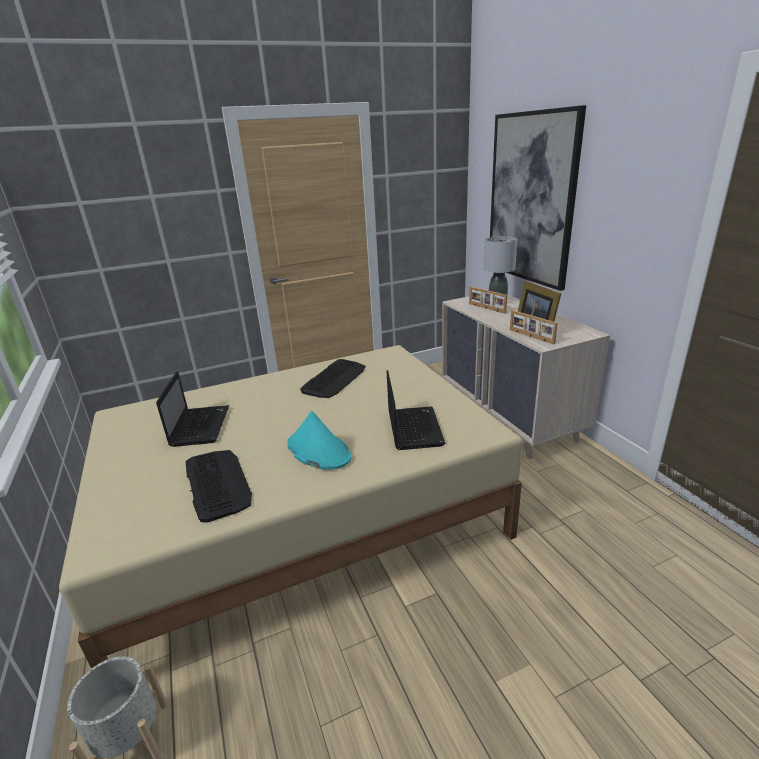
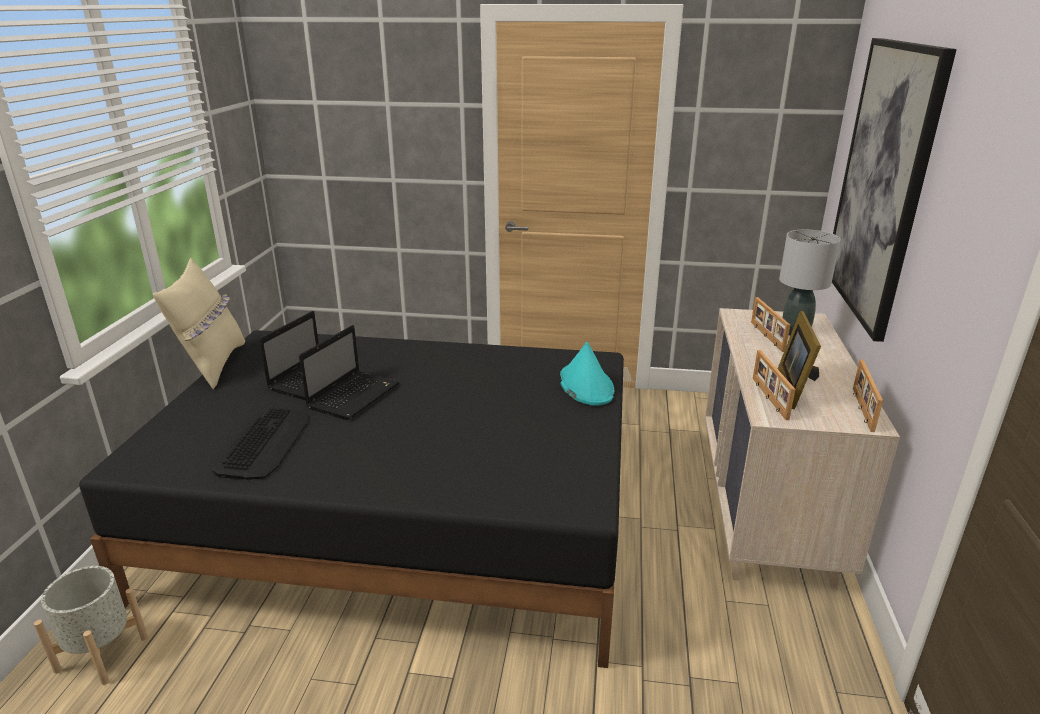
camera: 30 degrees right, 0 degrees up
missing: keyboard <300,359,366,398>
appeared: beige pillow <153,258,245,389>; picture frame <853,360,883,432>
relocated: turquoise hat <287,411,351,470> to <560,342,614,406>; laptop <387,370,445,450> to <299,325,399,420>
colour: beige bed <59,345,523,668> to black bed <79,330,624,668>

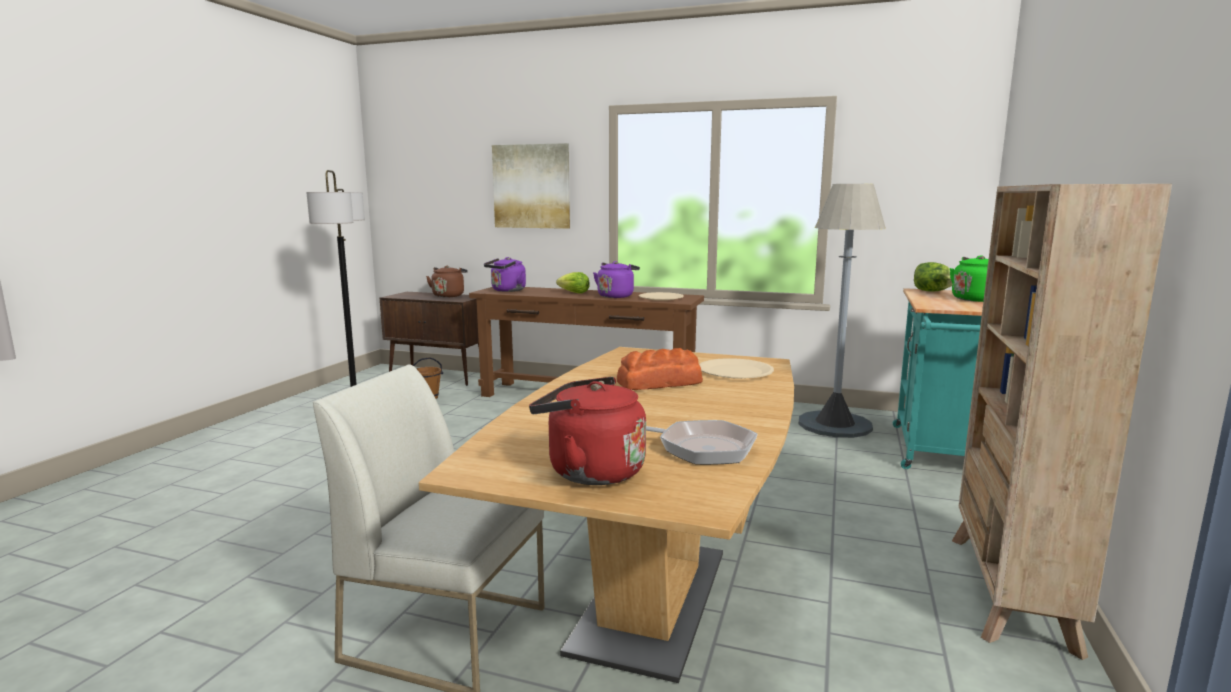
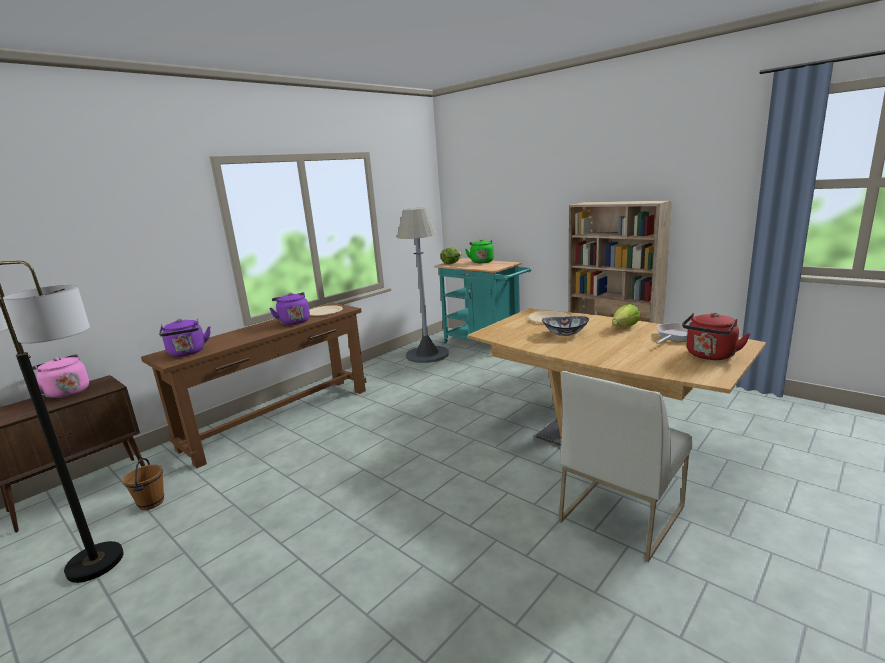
camera: 65 degrees left, 5 degrees up
missing: picture <492,143,570,229>
relocated: lettuce <556,272,590,293> to <612,304,640,327>
exchanged: bread <617,348,703,390> to bowl <542,316,589,336>
colour: brown kettle <426,266,468,297> to pink kettle <32,354,89,399>

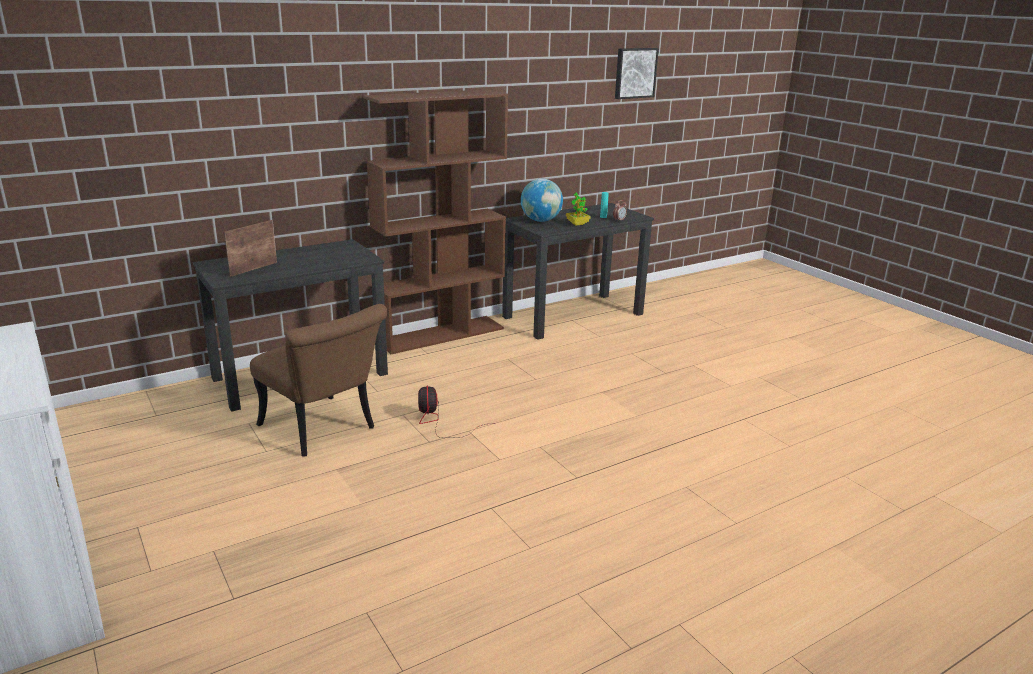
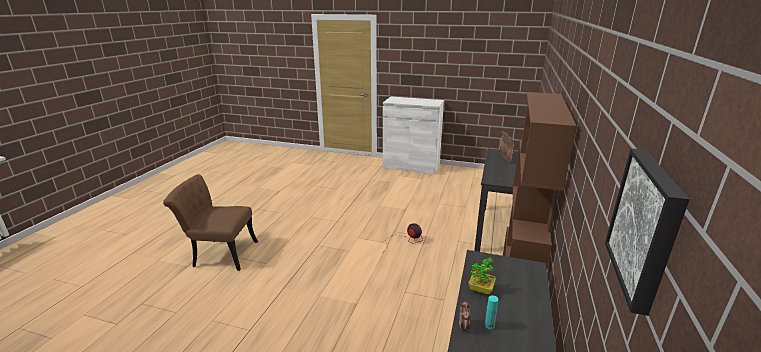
camera: 140 degrees right, 0 degrees up
missing: globe <521,179,563,222>
relocated: brown chair <250,304,387,456> to <163,174,258,271>

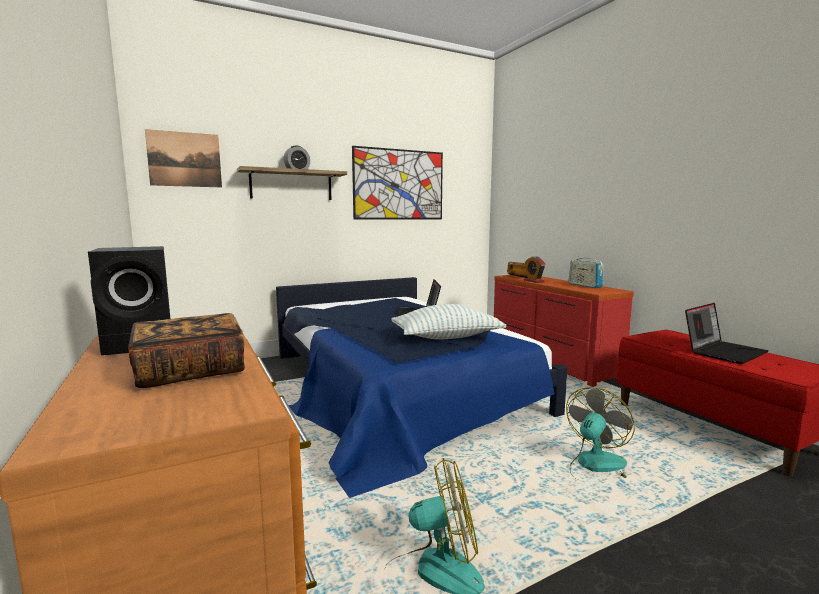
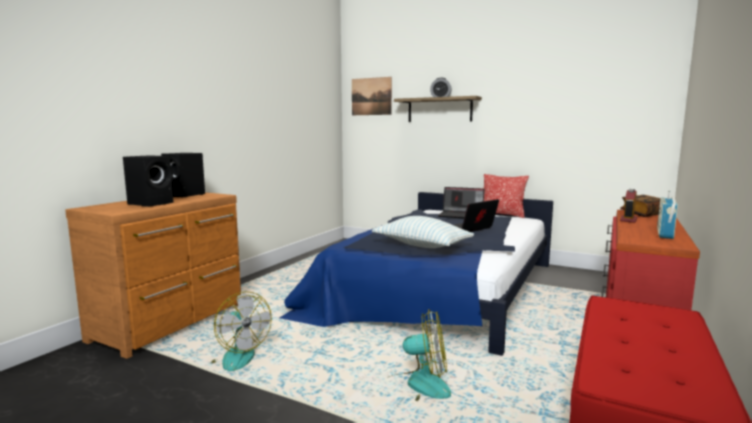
camera: 55 degrees right, 0 degrees up
missing: picture <352,146,443,220>
appeared: pillow <484,174,529,218>
relocated: laptop <685,303,768,364> to <438,187,484,218>
exchanged: book <128,313,245,388> to black speaker <123,155,174,207>

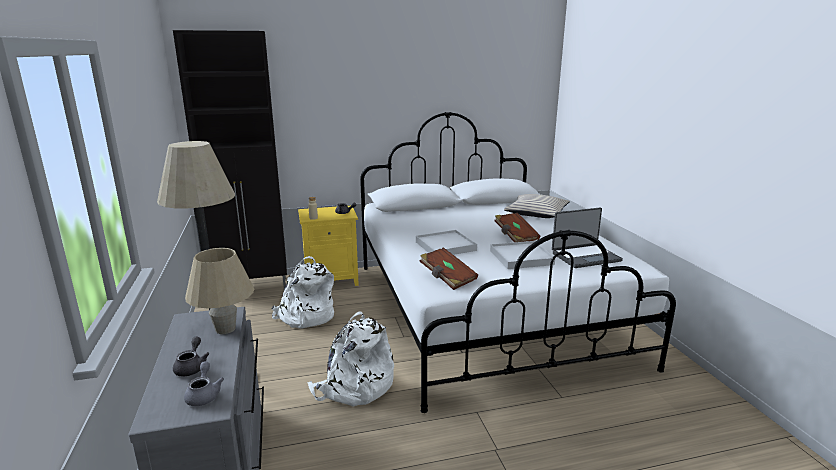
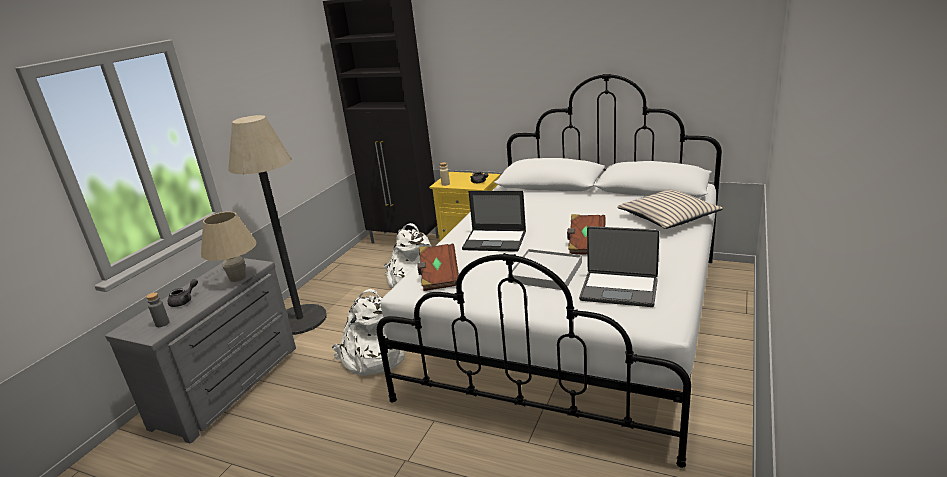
camera: 40 degrees right, 5 degrees up
exchanged: grey teapot <184,361,224,406> to grey bottle <146,292,169,327>; white tray <416,230,477,255> to laptop <462,191,526,252>

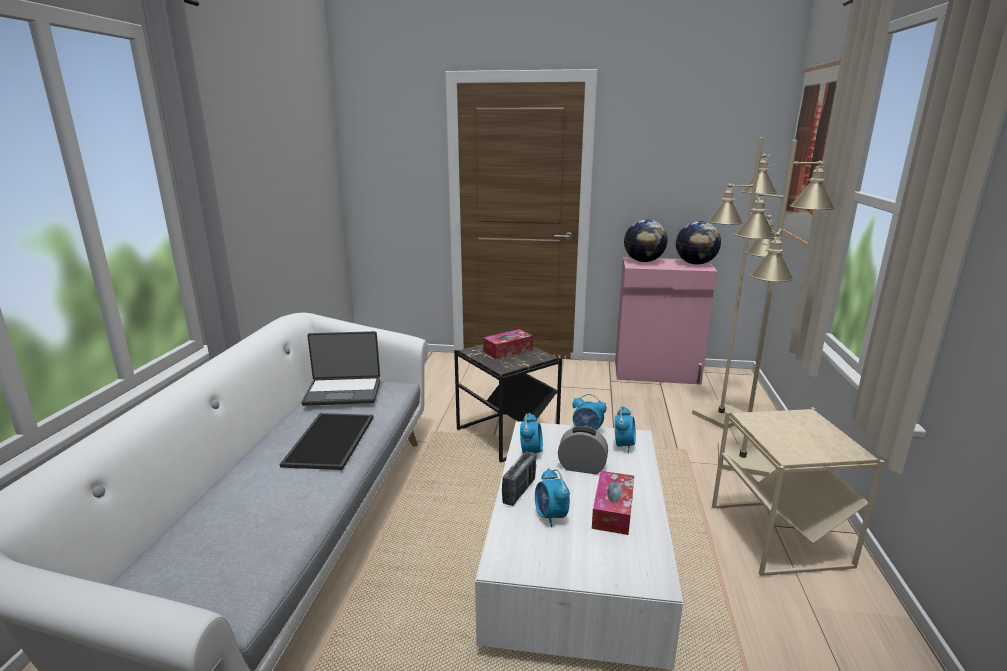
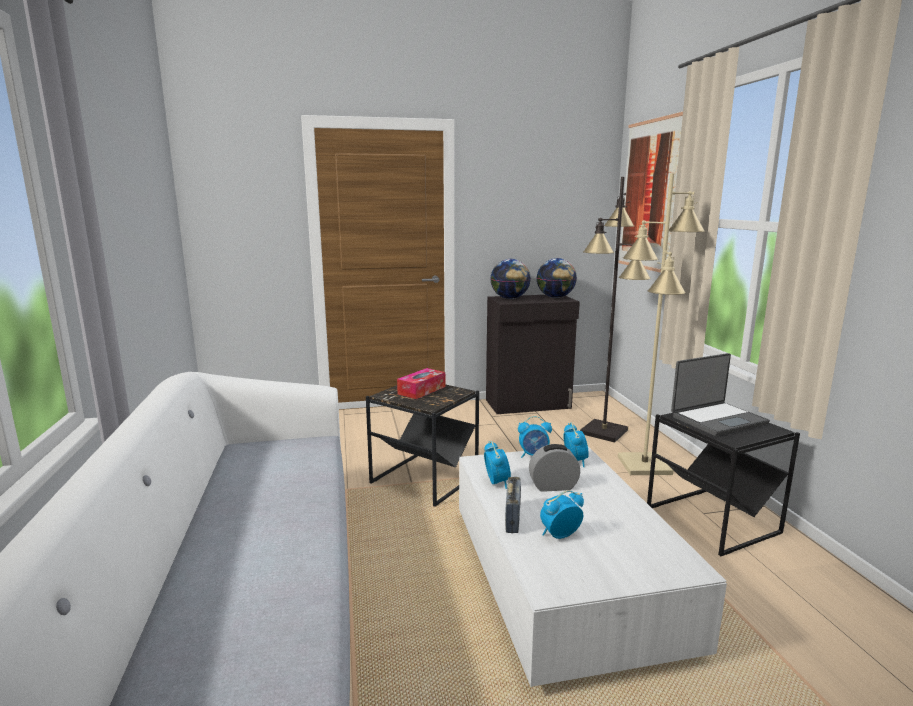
camera: 20 degrees left, 5 degrees down
missing: tray <280,413,374,470>; tissue box <592,471,634,535>
relocated: laptop <301,331,380,406> to <671,353,770,436>
colour: pink cabinet <615,257,718,385> to black cabinet <486,295,580,414>; beige floor lamp <692,137,783,428> to black floor lamp <580,177,651,442>; beige side table <712,407,885,576> to black side table <647,413,800,556>
spun: alarm clock <535,468,570,527> = <540,490,584,539> 105 degrees clockwise

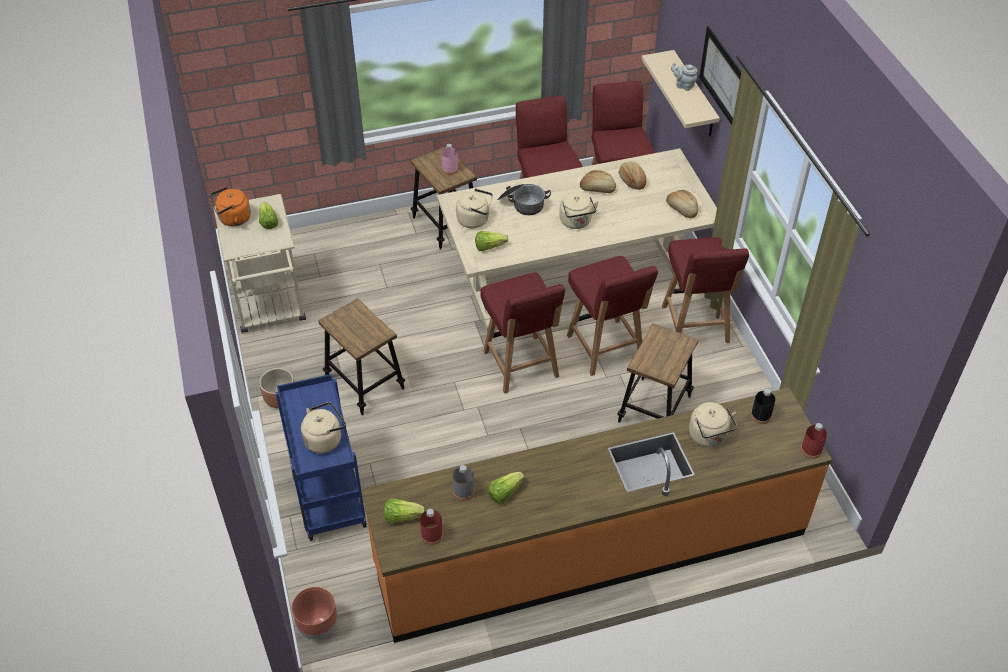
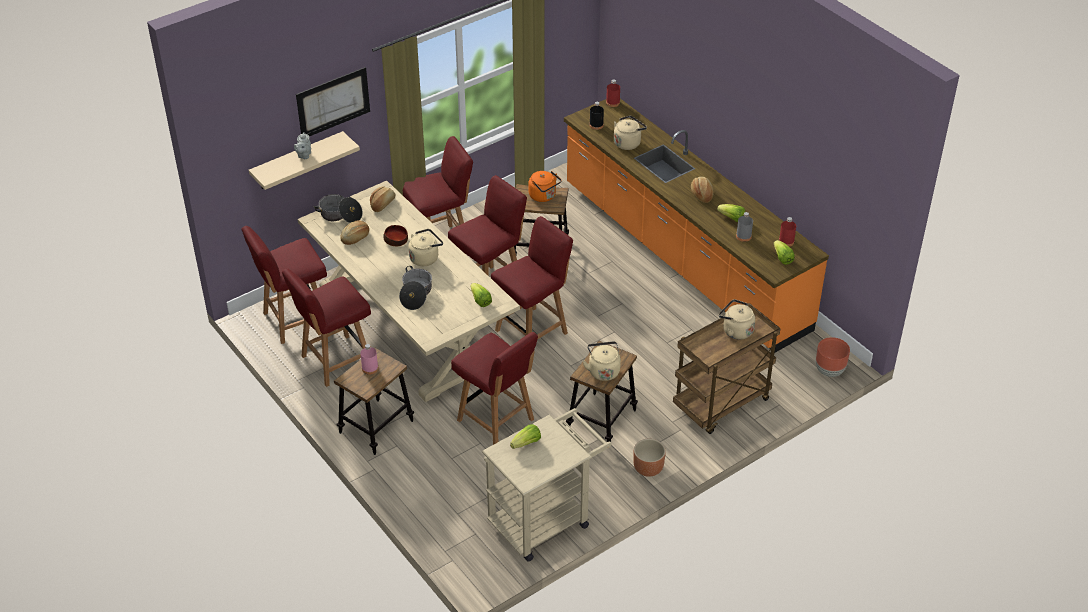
camera: 110 degrees left, 5 degrees down
appeared: cooking pot <314,194,363,223>; bowl <383,225,408,246>; red chair <451,332,538,445>
relocated: orange kettle <210,187,251,226> to <528,171,562,202>; beige kettle <456,189,493,228> to <583,341,621,381>; bread <580,170,616,193> to <691,177,713,203>
colour: blue cart <276,374,367,541> to brown cart <673,303,781,434>

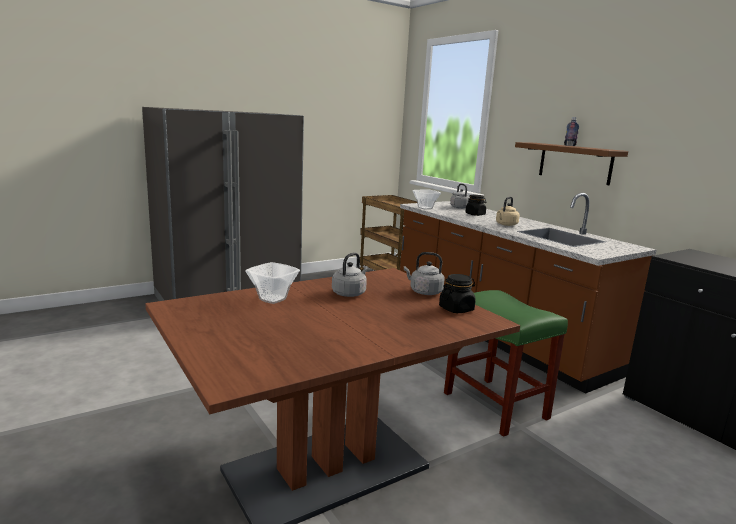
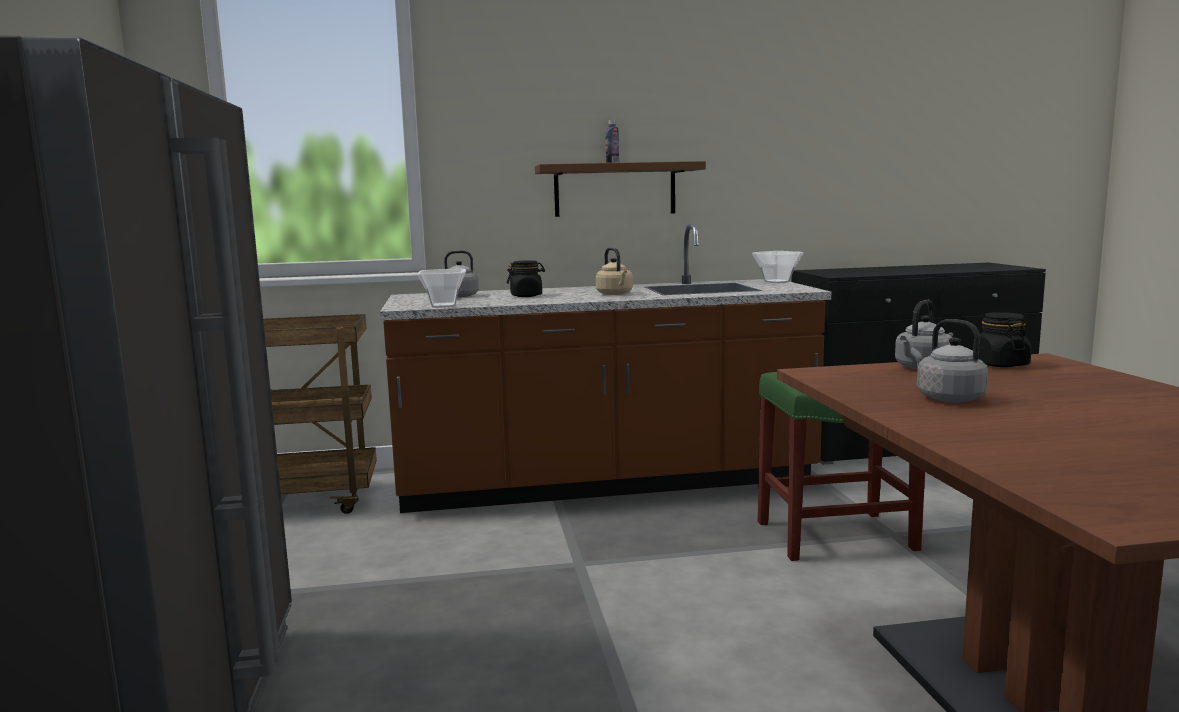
camera: 65 degrees left, 5 degrees down
relocated: bowl <245,262,300,304> to <752,251,804,283>

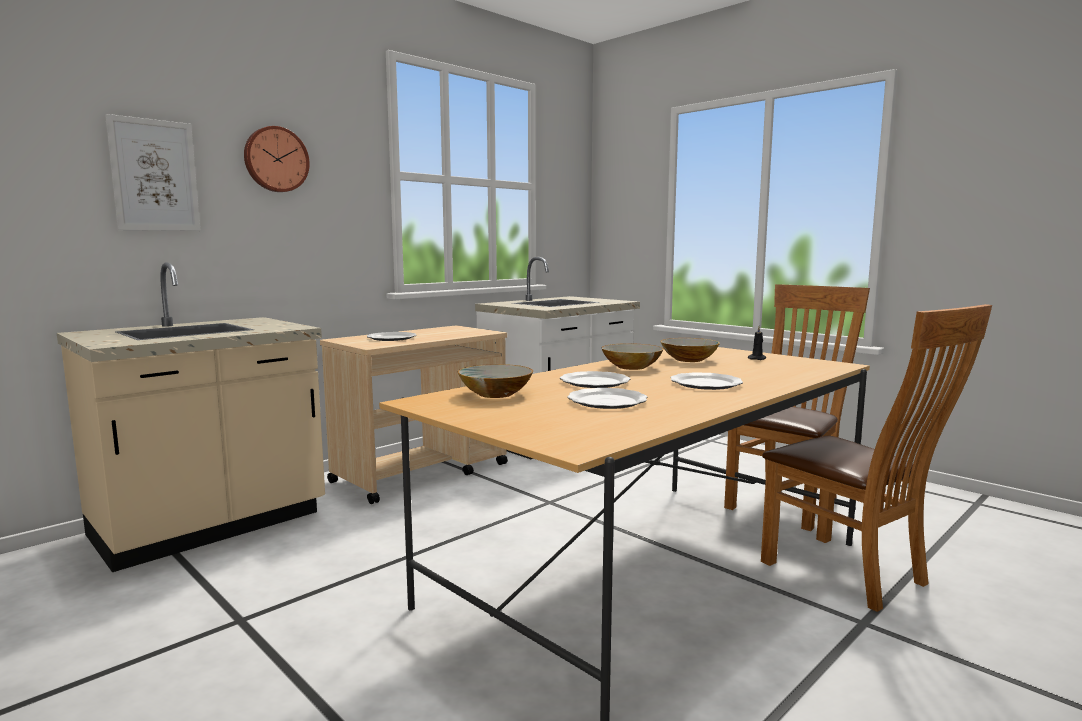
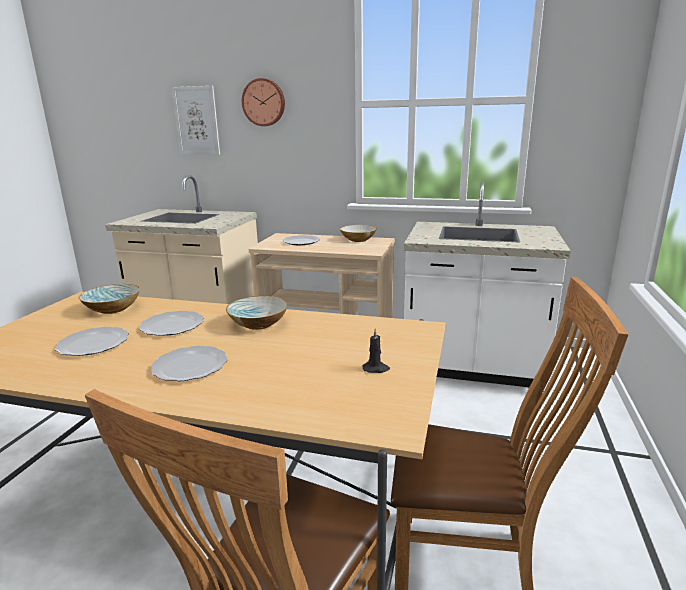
camera: 60 degrees right, 10 degrees up
relocated: bowl <660,338,720,362> to <340,225,377,242>

